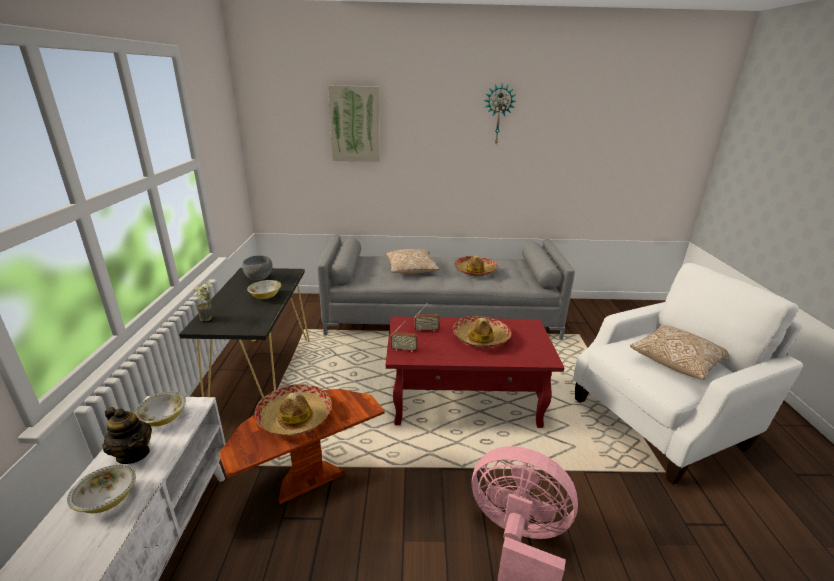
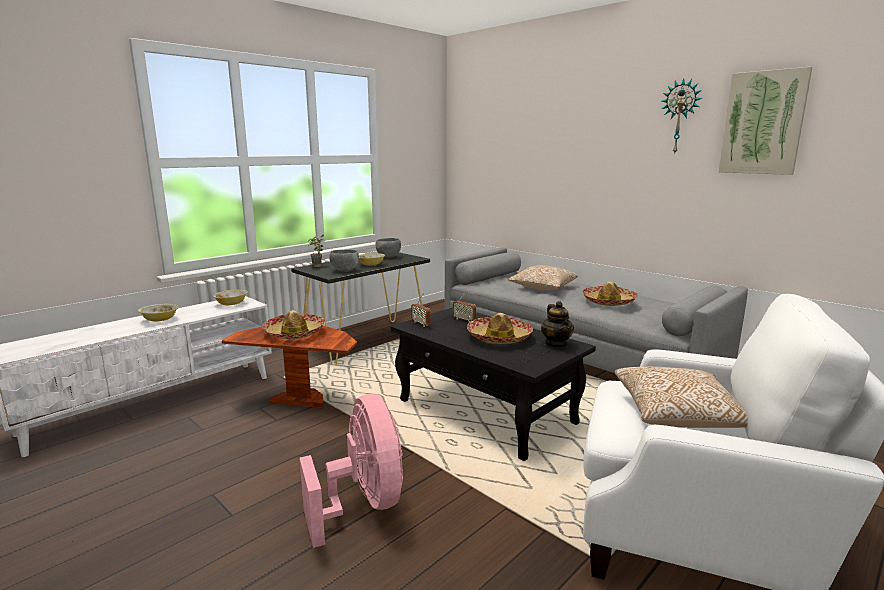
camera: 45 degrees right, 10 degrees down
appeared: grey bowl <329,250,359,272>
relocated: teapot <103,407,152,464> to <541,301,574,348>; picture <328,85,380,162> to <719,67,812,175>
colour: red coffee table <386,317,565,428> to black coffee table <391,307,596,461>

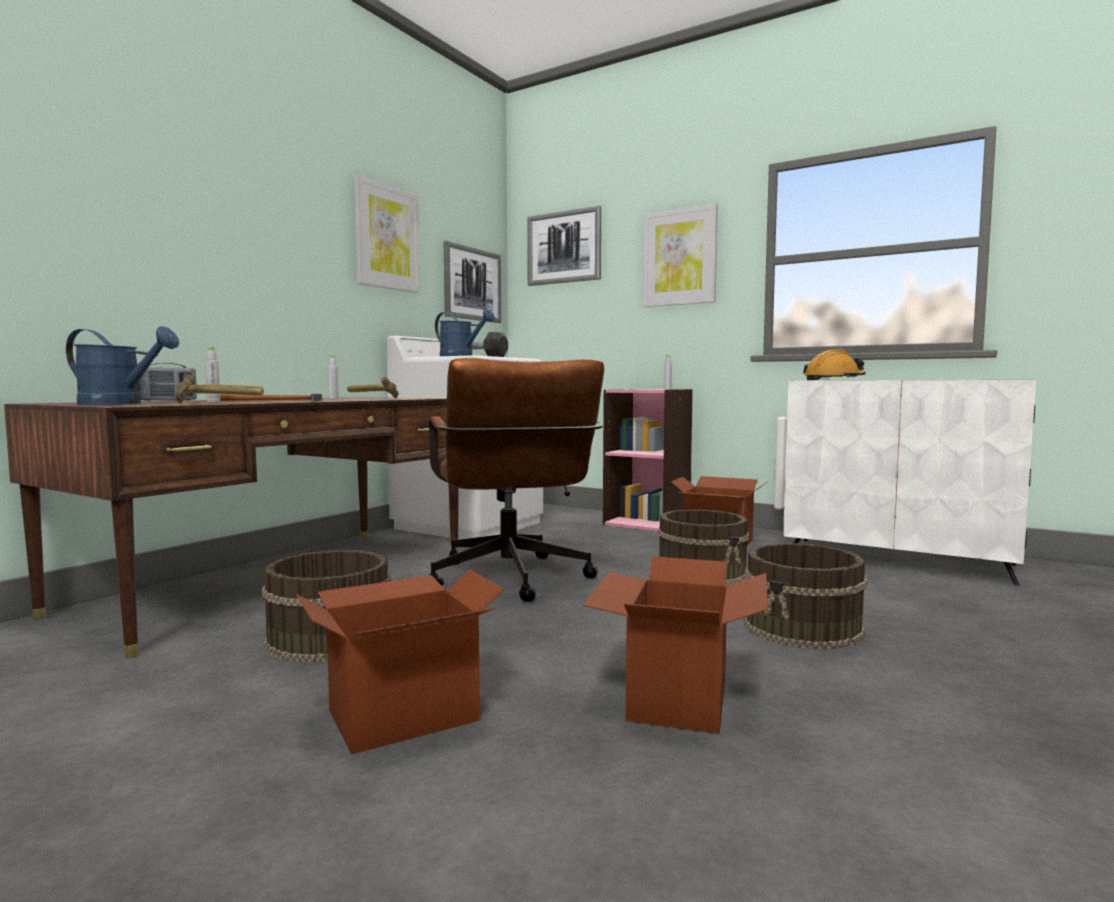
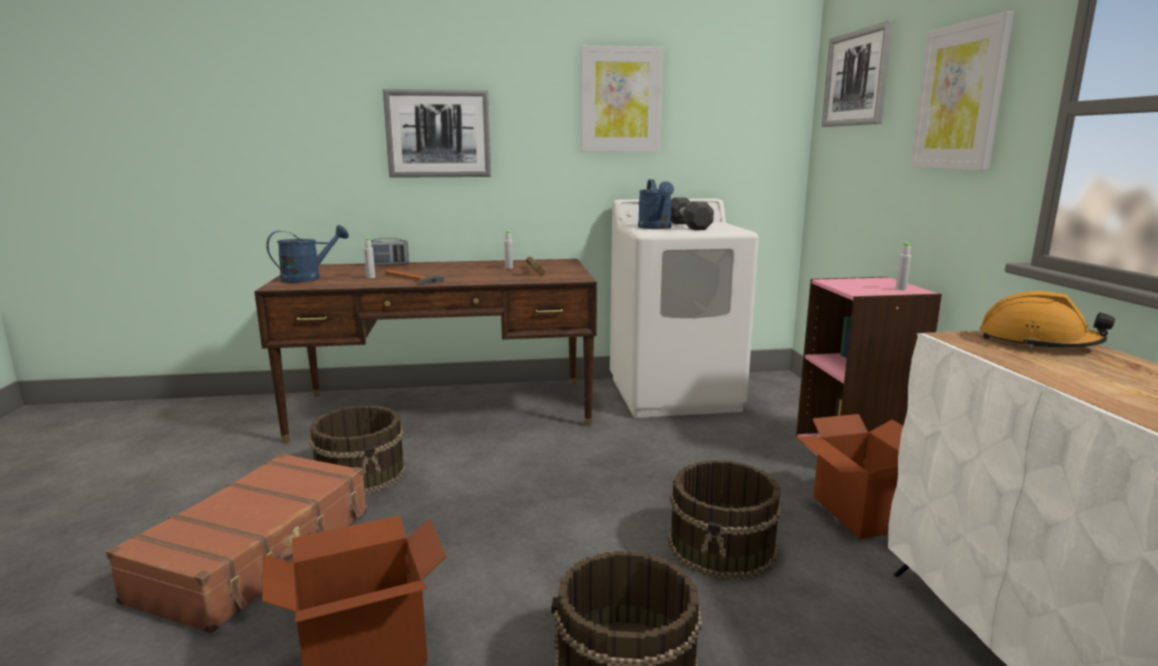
camera: 50 degrees right, 10 degrees up
missing: hammer <176,374,264,403>; brown office chair <429,358,604,602>
relocated: picture <444,241,502,323> to <383,89,491,178>
exchanged: cardboard box <296,569,504,754> to brown suitcase <106,453,367,633>
spun: blue watering can <66,326,179,405> = <266,225,349,283> 105 degrees counterclockwise

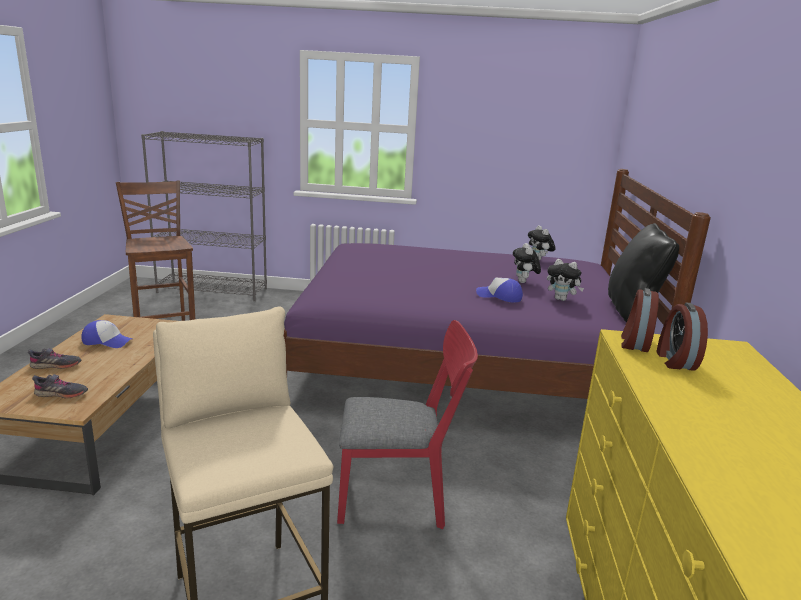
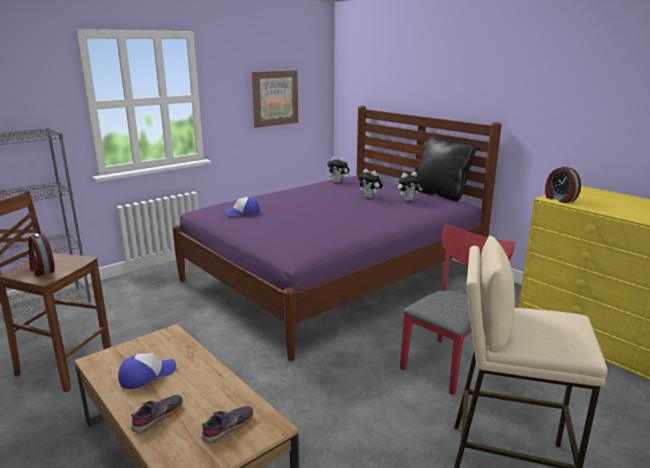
camera: 45 degrees left, 0 degrees up
appeared: picture <252,70,298,128>
relocated: cap <476,278,523,302> to <225,197,260,216>; alarm clock <656,303,708,371> to <28,233,55,276>

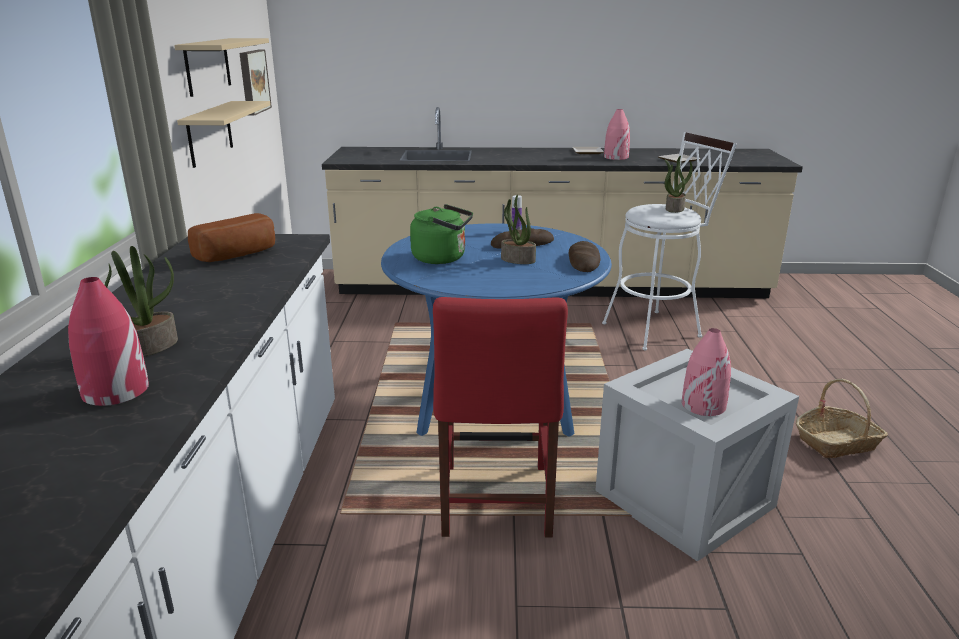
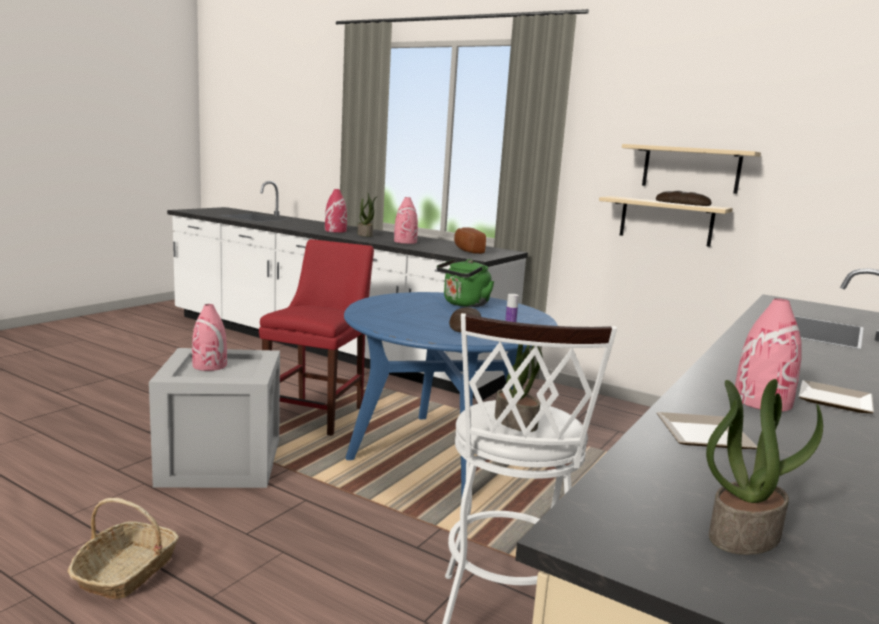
camera: 120 degrees right, 10 degrees down
missing: picture <239,50,272,115>
appeared: pink vase <394,197,418,244>
relocated: potted plant <501,195,536,264> to <706,379,823,555>; bread <569,241,601,272> to <656,191,711,206>
spun: red chair <433,297,568,537> = <259,239,374,436> 75 degrees clockwise

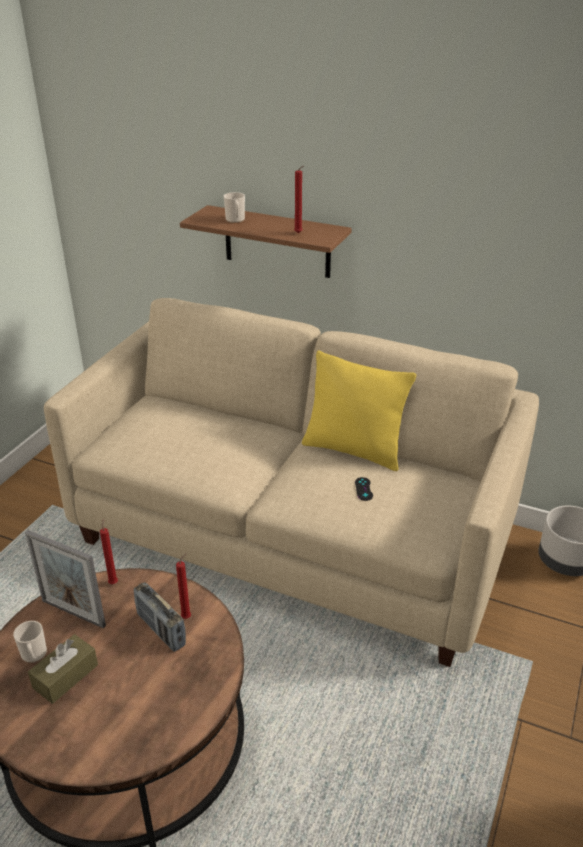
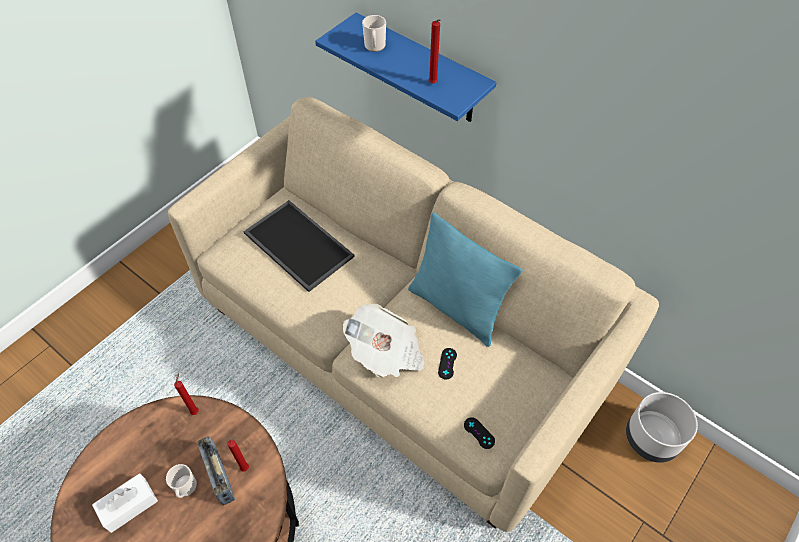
camera: 15 degrees right, 20 degrees up
missing: picture frame <25,530,106,628>
appeared: tray <243,200,355,292>; newspaper <343,303,425,378>; black game controller <464,417,495,449>
relocated: mug <13,621,47,663> to <166,464,197,498>
colour: brown tissue box <28,634,98,704> to white tissue box <92,474,158,533>; brown shelf <180,205,352,278> to blue shelf <315,13,496,122>; yellow pillow <302,351,416,471> to turquoise pillow <408,213,523,347>

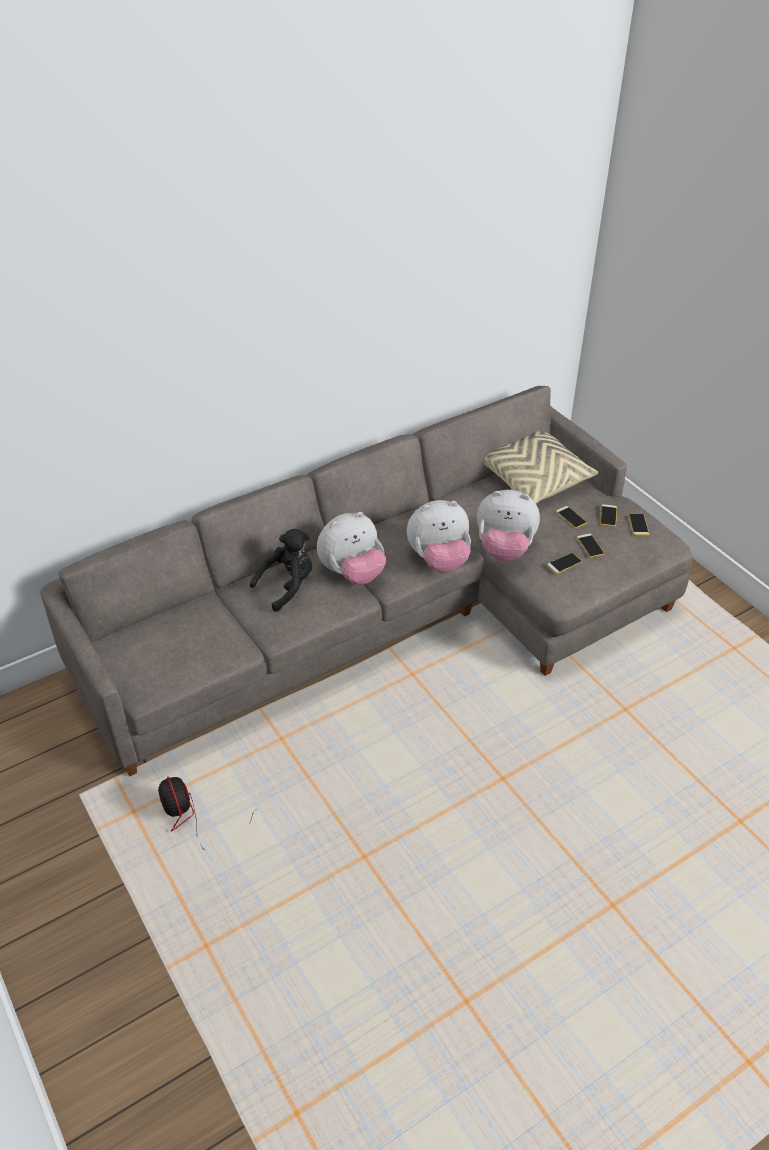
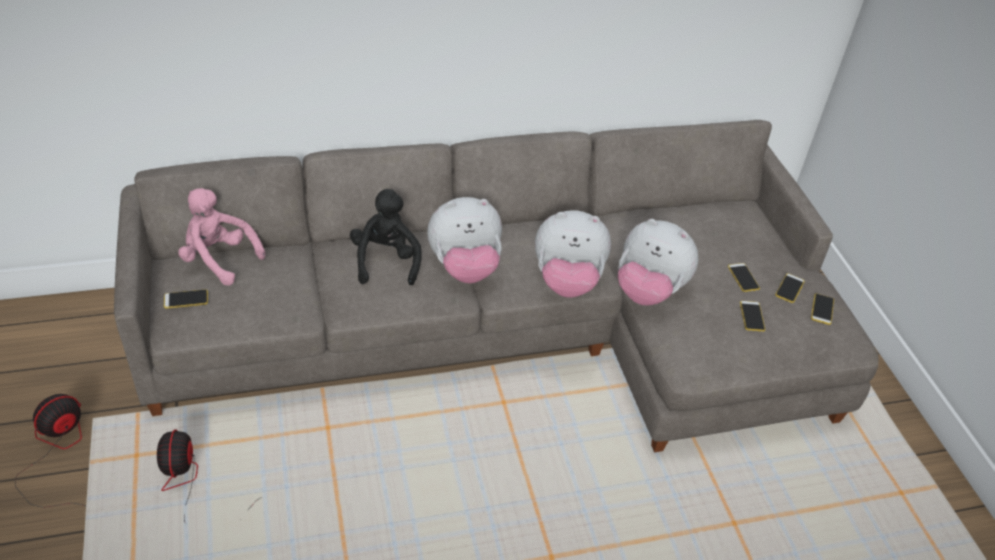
camera: 15 degrees right, 0 degrees up
missing: beige pillow <484,431,598,504>
appeared: fan <15,394,85,508>; pink plush toy <178,188,265,286>
relocated: phone <547,553,582,574> to <164,289,208,309>
spun: black plush toy <250,529,312,612> = <350,189,421,285> 75 degrees counterclockwise

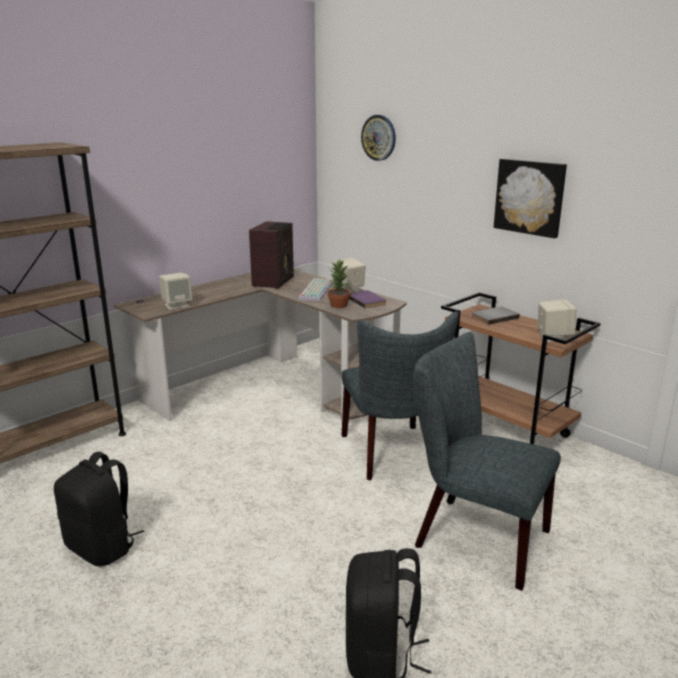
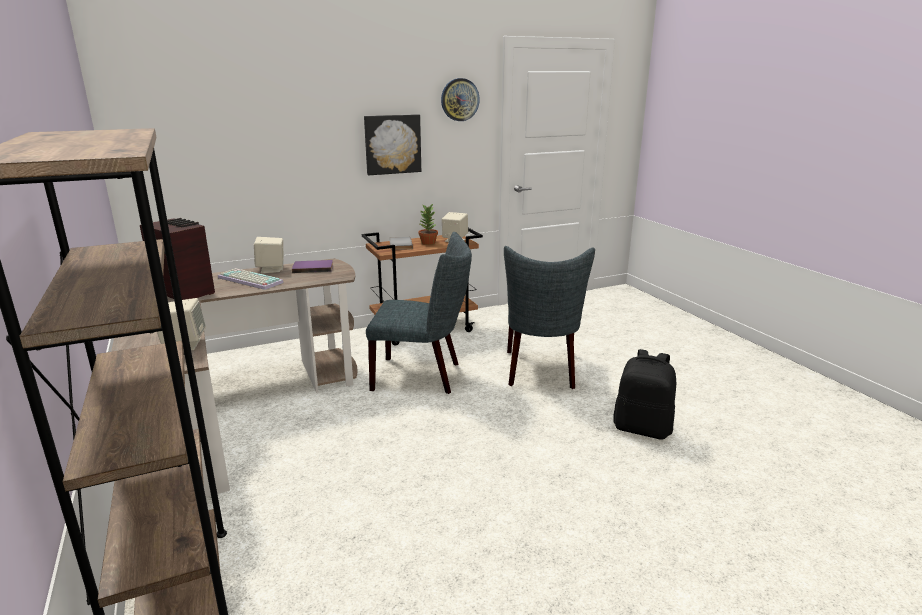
camera: 70 degrees left, 0 degrees up
missing: black backpack <54,452,144,566>
relocated: potted plant <328,260,351,308> to <419,204,438,245>; wall clock <361,115,396,161> to <441,78,480,121>
spun: grey chair <413,332,561,591> = <504,246,595,389> 45 degrees counterclockwise

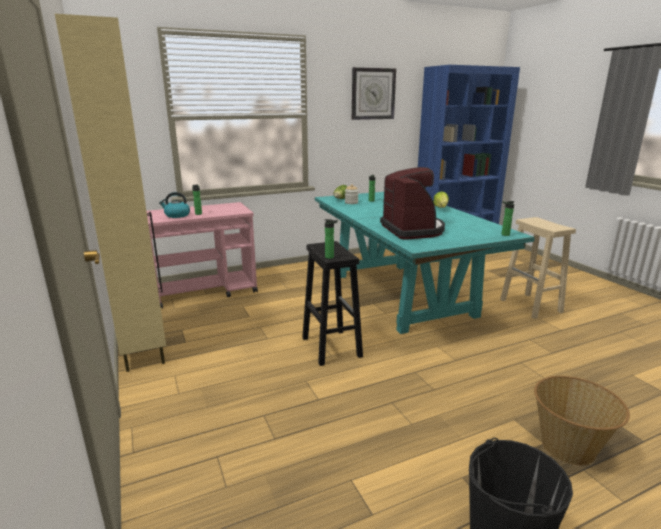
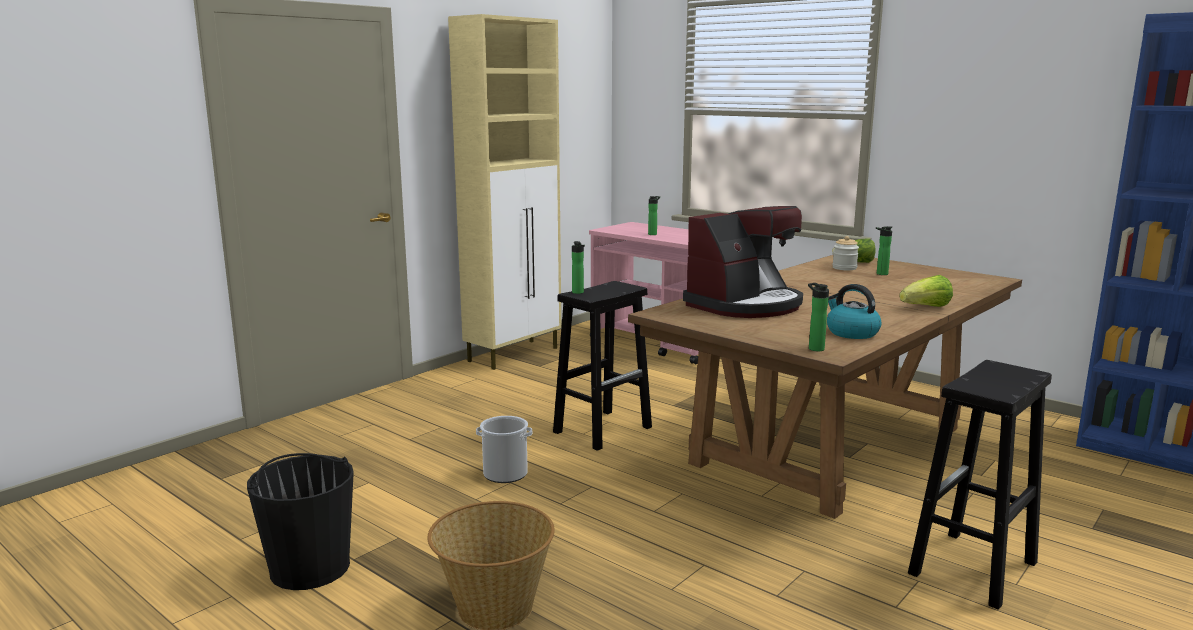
camera: 65 degrees right, 5 degrees down
missing: wall clock <352,67,396,120>
appeared: bucket <476,416,532,483>
relocated: kettle <159,192,190,218> to <827,284,881,339>
colour: turquoise dining table <315,192,535,334> to brown dining table <628,255,1022,519>; beige stool <500,217,576,319> to black stool <908,360,1052,610>

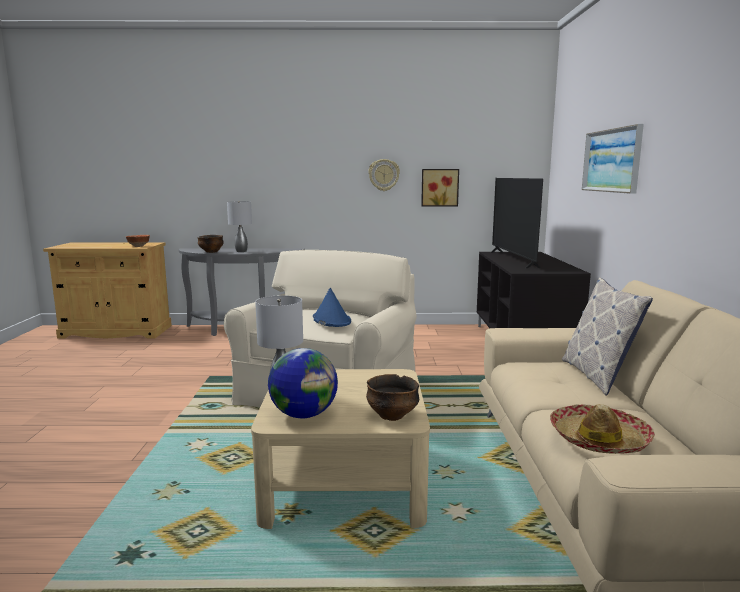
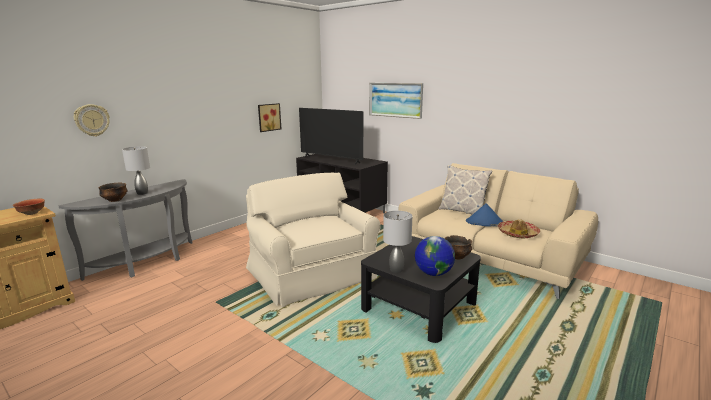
camera: 50 degrees left, 5 degrees up
relocated: blue hat <313,288,351,327> to <466,203,504,227>; wall clock <368,159,400,191> to <74,104,109,137>
colour: beige coffee table <251,369,430,529> to black coffee table <361,236,481,343>

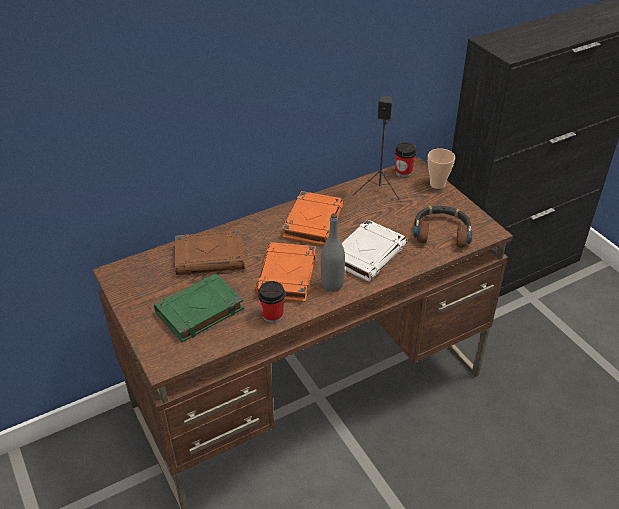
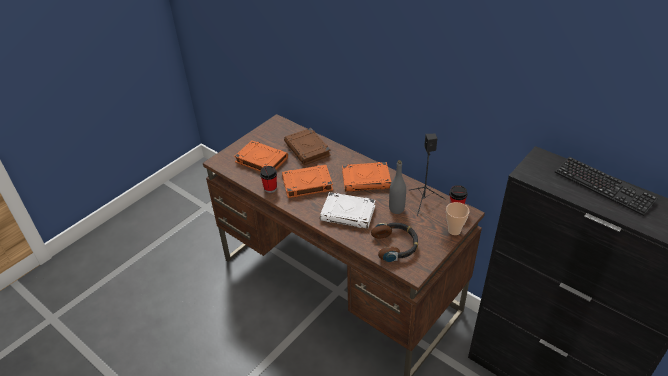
camera: 70 degrees right, 0 degrees up
appeared: keyboard <555,157,658,216>
relocated: grey bottle <321,213,345,292> to <389,160,406,214>
colour: green book <154,273,244,342> to orange book <234,140,288,172>

